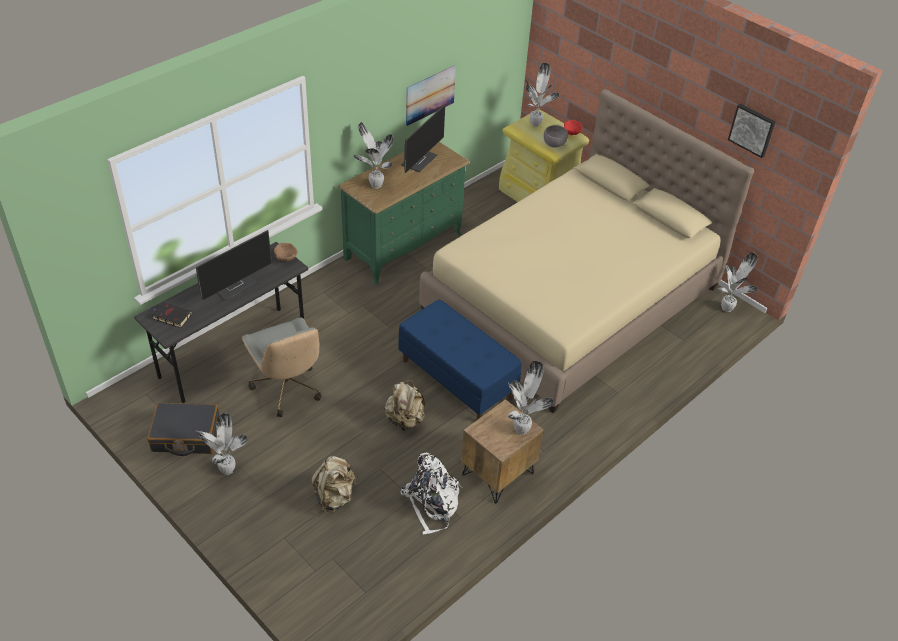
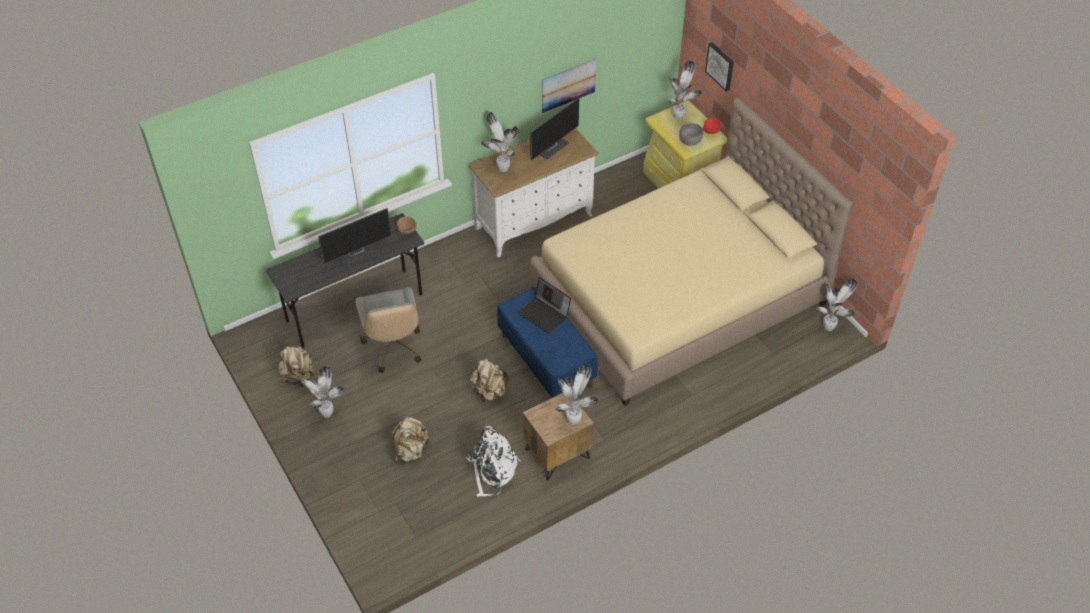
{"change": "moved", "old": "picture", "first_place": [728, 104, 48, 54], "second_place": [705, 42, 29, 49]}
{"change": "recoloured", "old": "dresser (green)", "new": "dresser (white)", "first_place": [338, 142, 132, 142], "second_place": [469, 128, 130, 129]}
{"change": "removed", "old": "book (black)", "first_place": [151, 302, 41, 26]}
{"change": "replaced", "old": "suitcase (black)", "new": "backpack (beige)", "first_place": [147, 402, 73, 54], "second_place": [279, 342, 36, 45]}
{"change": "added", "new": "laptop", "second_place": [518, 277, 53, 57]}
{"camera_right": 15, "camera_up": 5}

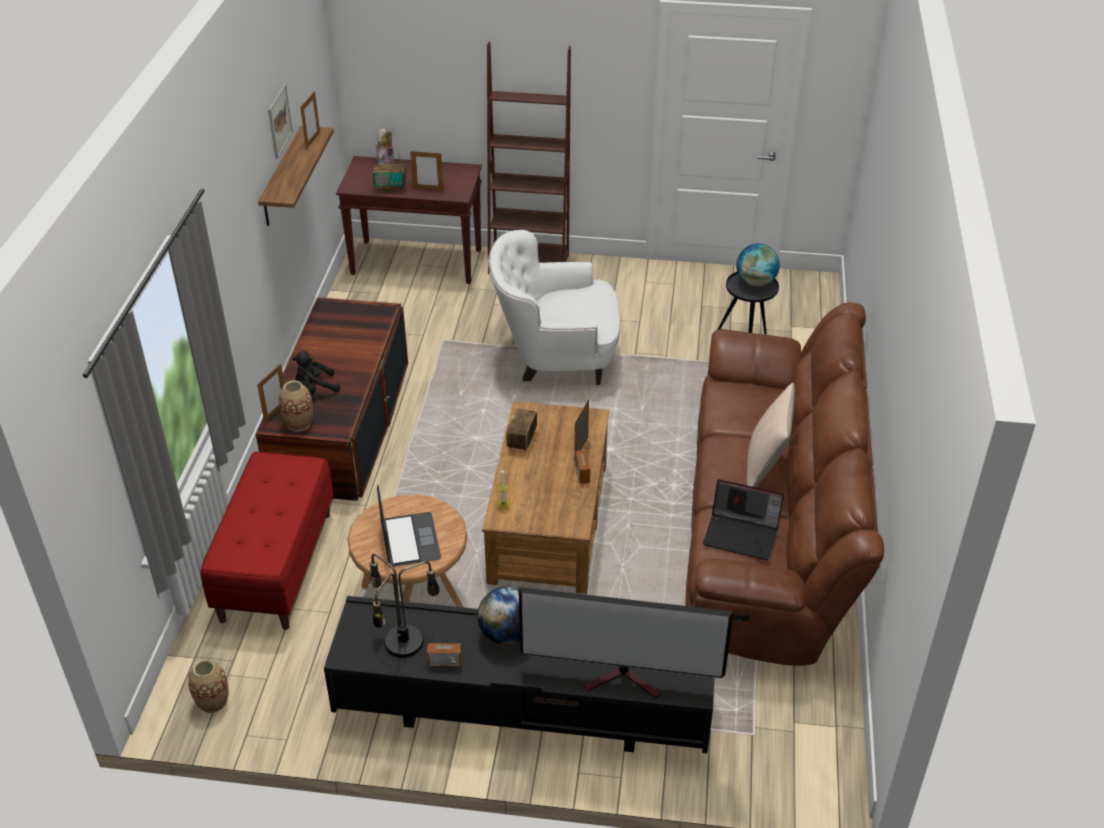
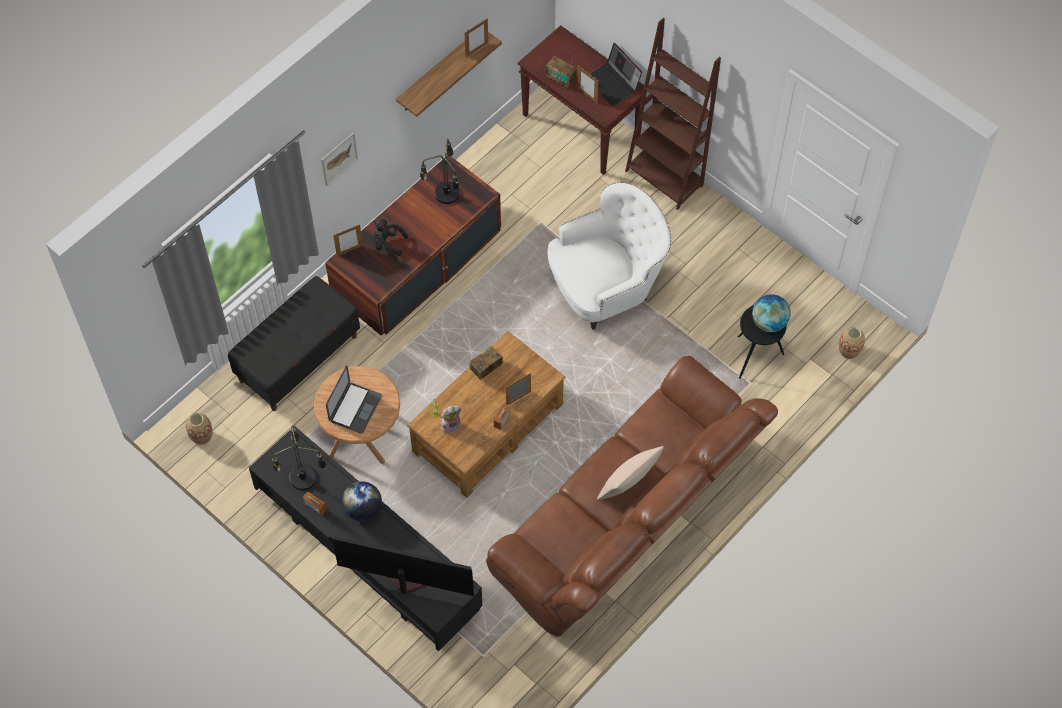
{"change": "moved", "old": "picture", "first_place": [268, 84, 25, 75], "second_place": [321, 133, 37, 53]}
{"change": "moved", "old": "plush toy", "first_place": [376, 127, 19, 37], "second_place": [441, 406, 21, 27]}
{"change": "turned", "old": "armchair (white)", "first_place": [488, 230, 132, 155], "second_place": [547, 182, 125, 148], "degrees": 120}
{"change": "moved", "old": "vase", "first_place": [279, 380, 34, 51], "second_place": [839, 327, 26, 32]}
{"change": "recoloured", "old": "bench (red)", "new": "bench (black)", "first_place": [200, 452, 133, 178], "second_place": [228, 276, 132, 135]}
{"change": "moved", "old": "laptop", "first_place": [703, 479, 81, 81], "second_place": [590, 43, 52, 63]}
{"change": "turned", "old": "television", "first_place": [519, 587, 215, 112], "second_place": [332, 536, 142, 60], "degrees": 150}
{"change": "added", "new": "table lamp", "second_place": [420, 139, 39, 65]}
{"camera_right": 35, "camera_up": 20}

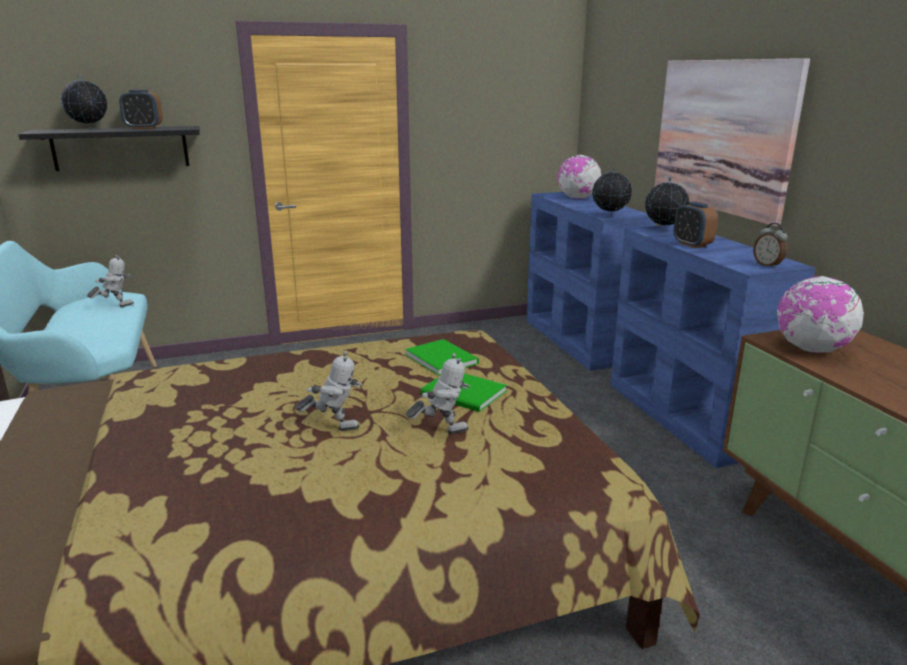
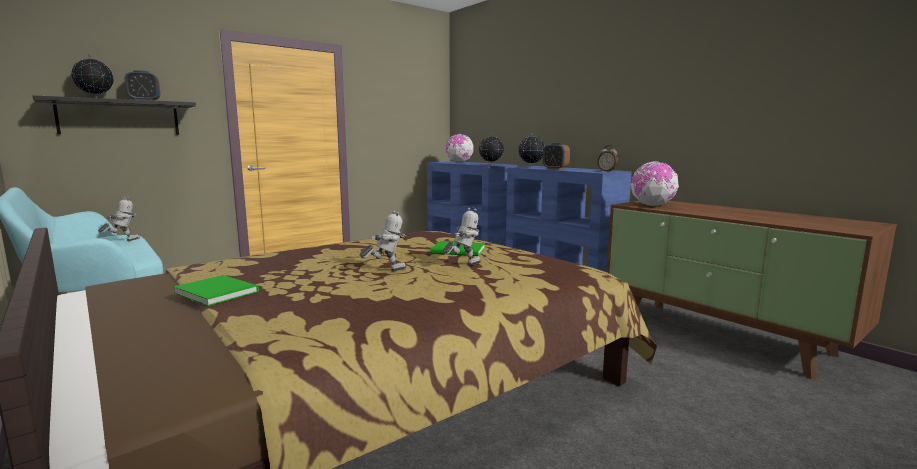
{"change": "removed", "old": "picture", "first_place": [654, 58, 156, 168]}
{"change": "moved", "old": "book (green)", "first_place": [405, 339, 74, 36], "second_place": [173, 275, 86, 31]}
{"camera_right": -20, "camera_up": -10}

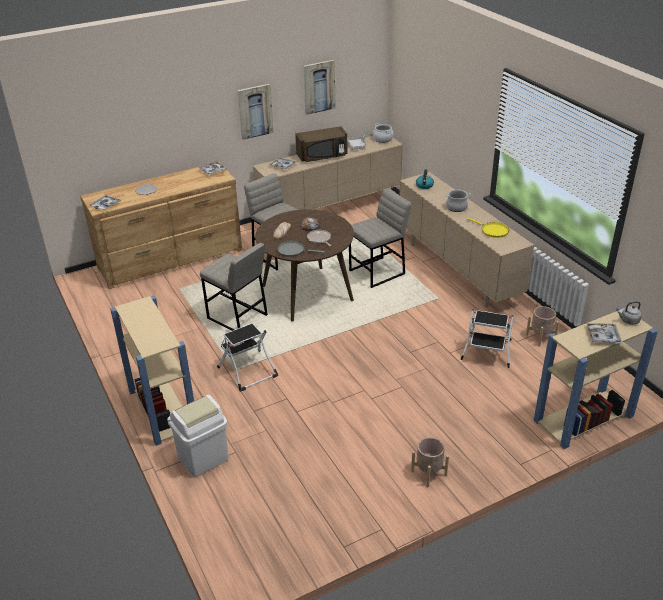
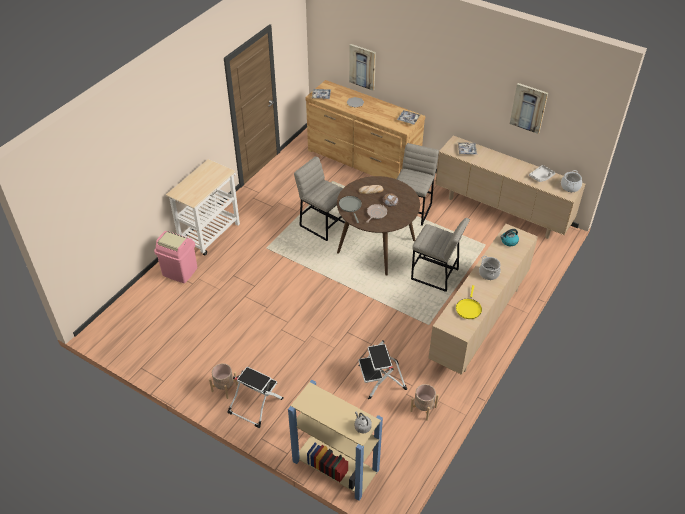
{"change": "moved", "old": "picture", "first_place": [237, 84, 36, 56], "second_place": [349, 44, 27, 47]}
{"change": "removed", "old": "microwave (brown)", "first_place": [295, 126, 53, 36]}
{"change": "turned", "old": "chair (grey)", "first_place": [200, 243, 68, 88], "second_place": [294, 156, 51, 85], "degrees": 120}
{"change": "replaced", "old": "bookcase (beige)", "new": "cart (white)", "first_place": [110, 295, 84, 151], "second_place": [166, 159, 74, 97]}
{"change": "moved", "old": "step ladder", "first_place": [217, 323, 62, 69], "second_place": [227, 367, 57, 61]}
{"change": "removed", "old": "tray", "first_place": [586, 323, 37, 20]}
{"change": "recoloured", "old": "trash can (white)", "new": "trash can (pink)", "first_place": [167, 395, 62, 82], "second_place": [154, 231, 43, 52]}
{"camera_right": 60, "camera_up": 10}

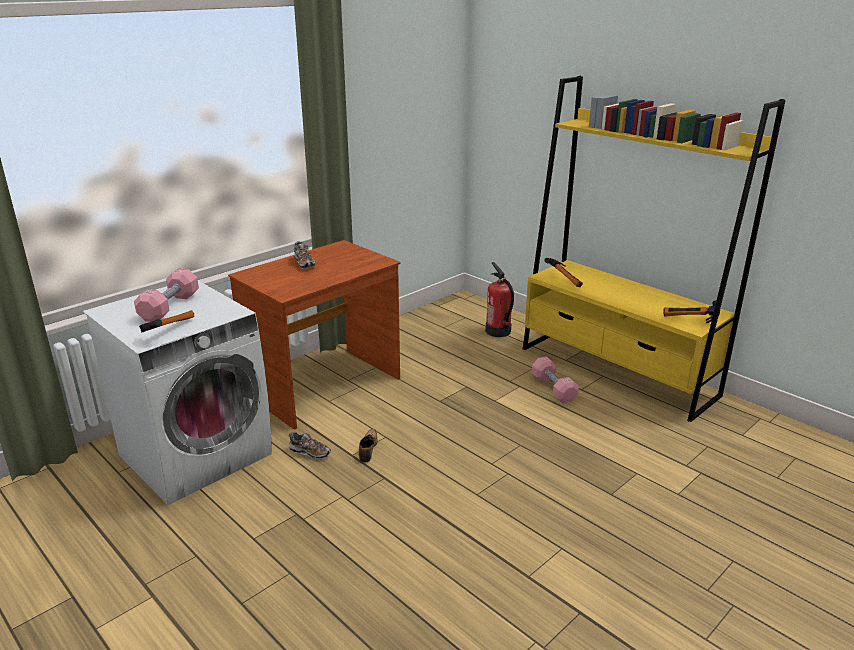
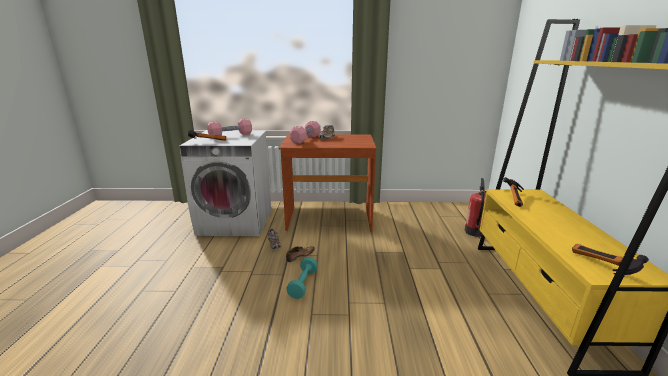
{"change": "moved", "old": "dumbbell (pink)", "first_place": [532, 356, 47, 47], "second_place": [289, 121, 32, 22]}
{"change": "added", "new": "dumbbell (turquoise)", "second_place": [286, 257, 32, 42]}
{"camera_right": 45, "camera_up": -5}

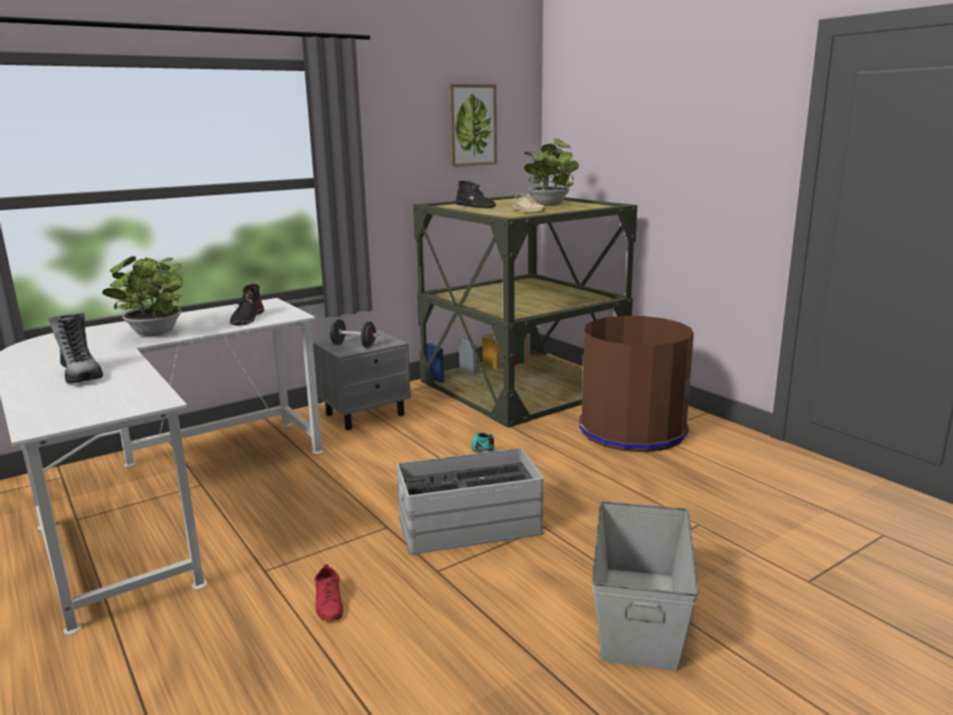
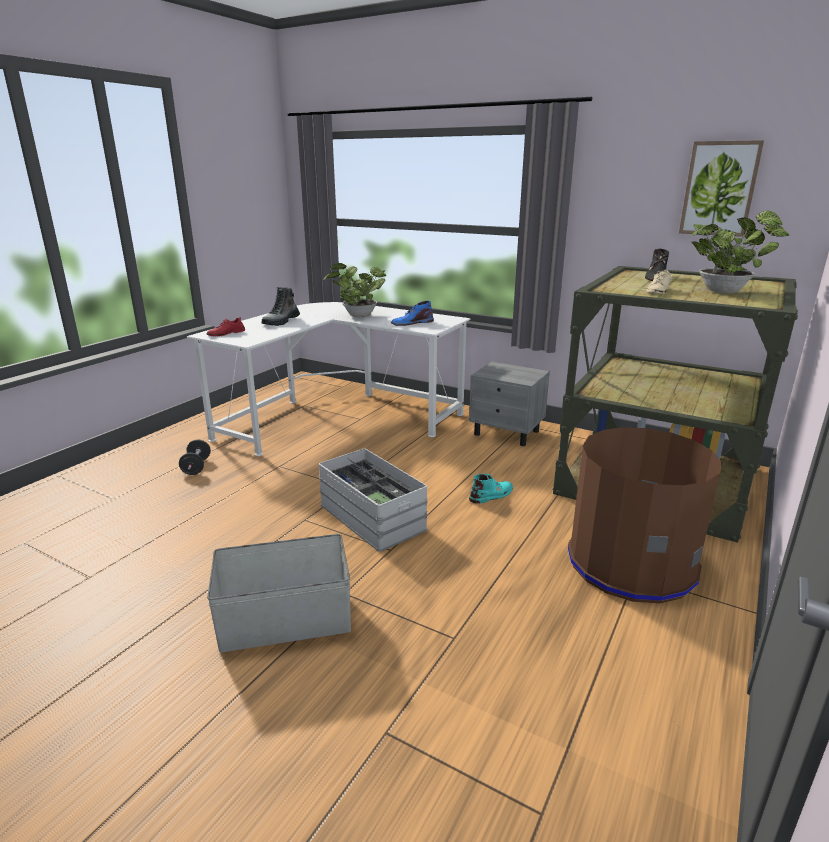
{"change": "recoloured", "old": "boot (black)", "new": "boot (blue)", "first_place": [230, 284, 34, 42], "second_place": [391, 301, 43, 25]}
{"change": "moved", "old": "dumbbell (black)", "first_place": [328, 319, 50, 28], "second_place": [179, 439, 32, 36]}
{"change": "moved", "old": "shoe (red)", "first_place": [315, 564, 28, 57], "second_place": [207, 317, 38, 19]}
{"camera_right": 65, "camera_up": 5}

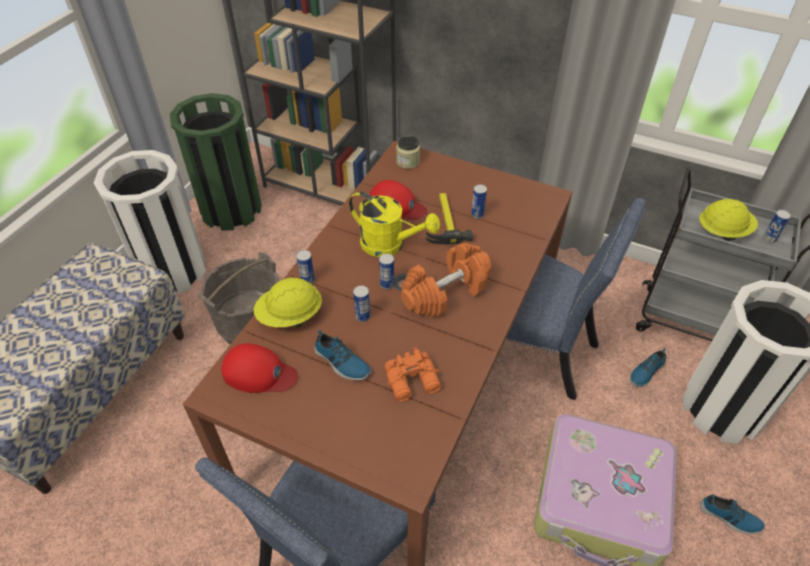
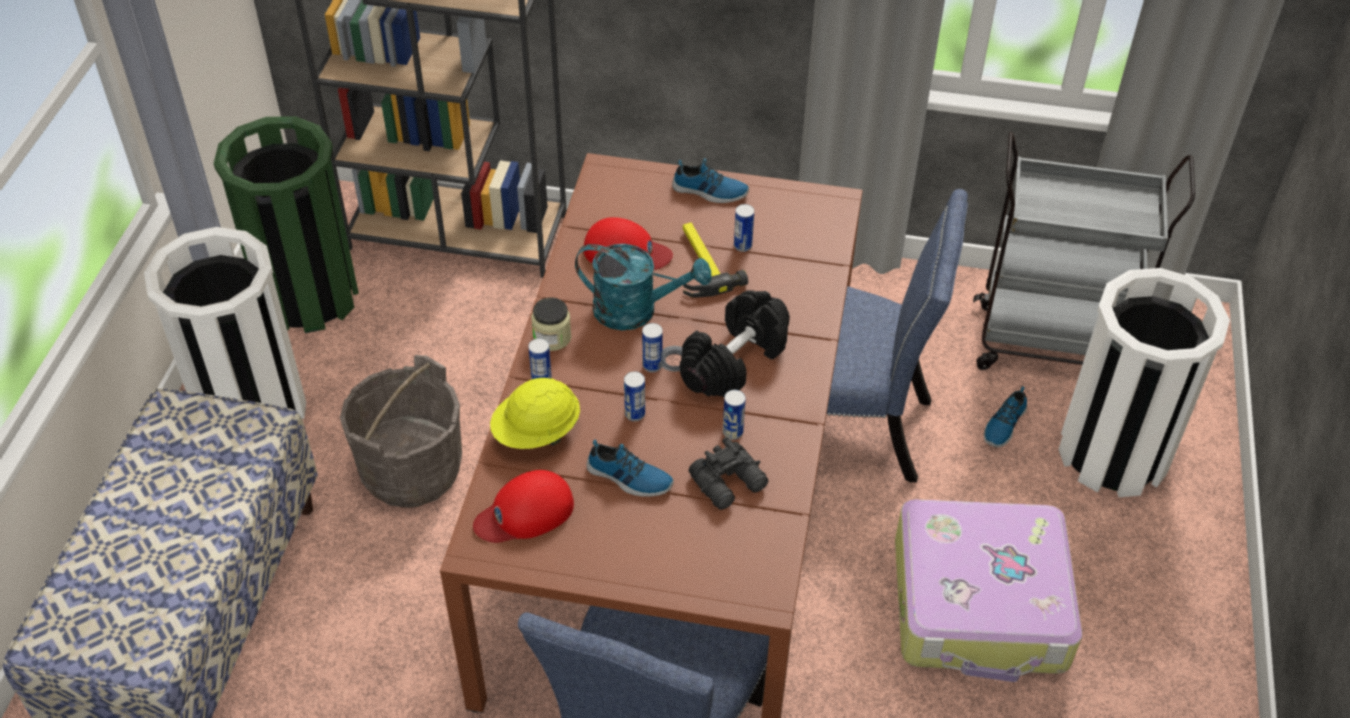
{"change": "moved", "old": "jar", "first_place": [396, 135, 24, 34], "second_place": [531, 297, 40, 54]}
{"change": "recoloured", "old": "watering can (yellow)", "new": "watering can (turquoise)", "first_place": [349, 191, 91, 66], "second_place": [575, 244, 136, 87]}
{"change": "removed", "old": "hard hat (yellow)", "first_place": [699, 199, 59, 42]}
{"change": "moved", "old": "can", "first_place": [763, 210, 28, 33], "second_place": [723, 390, 23, 50]}
{"change": "recoloured", "old": "dumbbell (orange)", "new": "dumbbell (black)", "first_place": [401, 243, 91, 74], "second_place": [680, 290, 110, 107]}
{"change": "turned", "old": "cap (red)", "first_place": [222, 343, 76, 50], "second_place": [473, 470, 101, 73], "degrees": 150}
{"change": "recoloured", "old": "binoculars (orange)", "new": "binoculars (black)", "first_place": [385, 347, 56, 55], "second_place": [689, 437, 79, 73]}
{"change": "moved", "old": "shoe", "first_place": [700, 494, 65, 40], "second_place": [672, 159, 77, 44]}
{"camera_right": -15, "camera_up": 0}

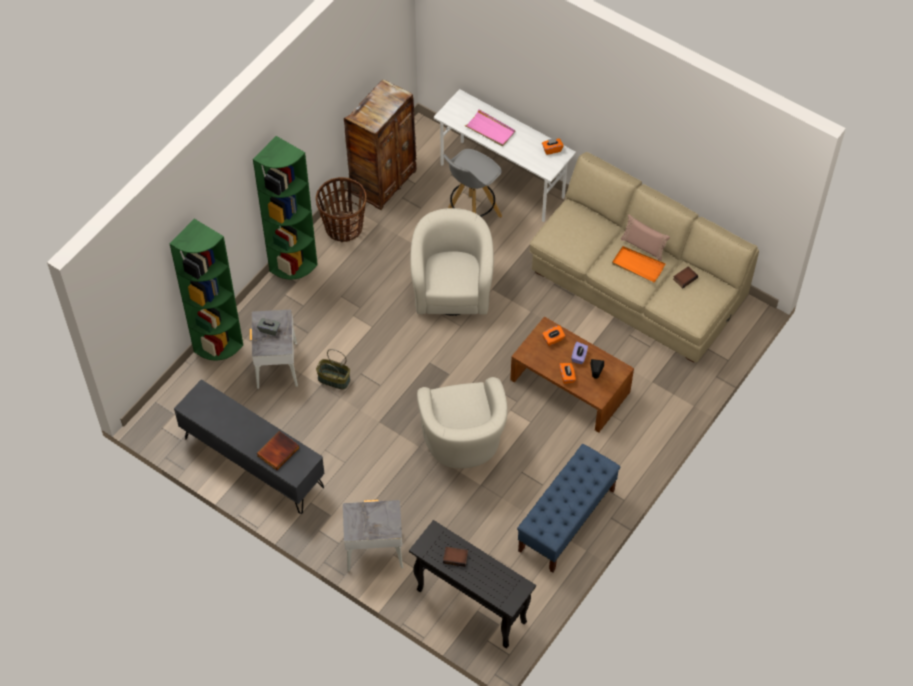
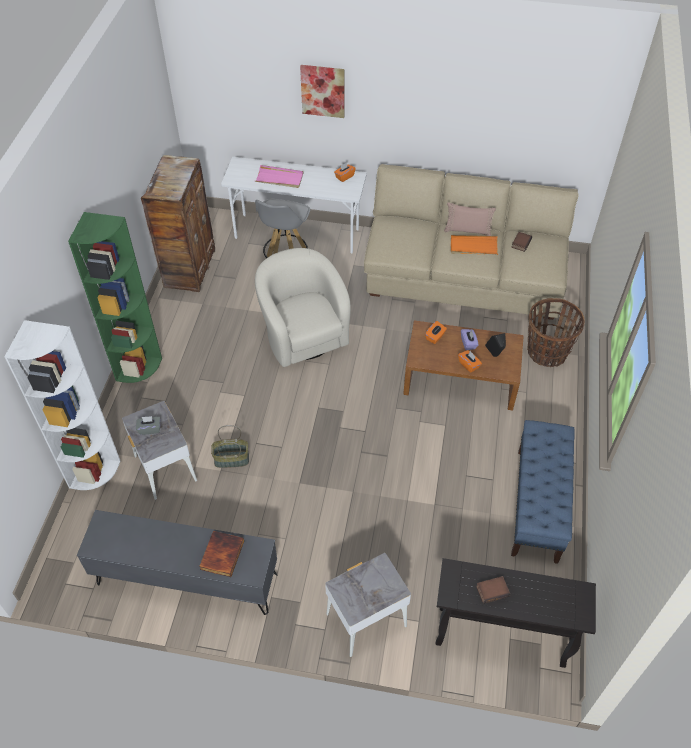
{"change": "moved", "old": "basket", "first_place": [316, 177, 51, 65], "second_place": [527, 298, 58, 69]}
{"change": "recoloured", "old": "bookcase (green)", "new": "bookcase (white)", "first_place": [170, 219, 73, 141], "second_place": [4, 320, 116, 170]}
{"change": "removed", "old": "armchair (beige)", "first_place": [417, 377, 91, 91]}
{"change": "added", "new": "picture", "second_place": [300, 65, 45, 53]}
{"camera_right": -25, "camera_up": -5}

